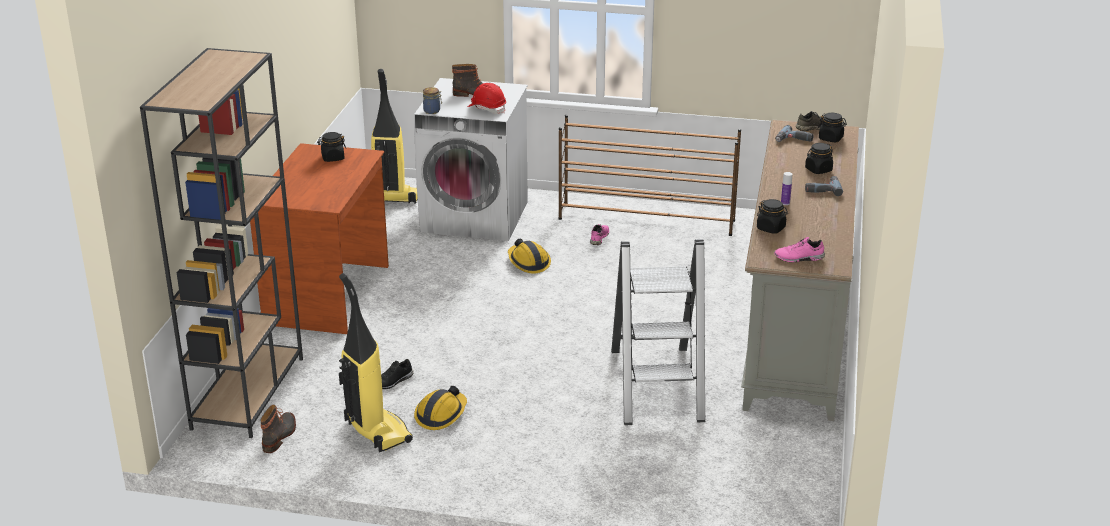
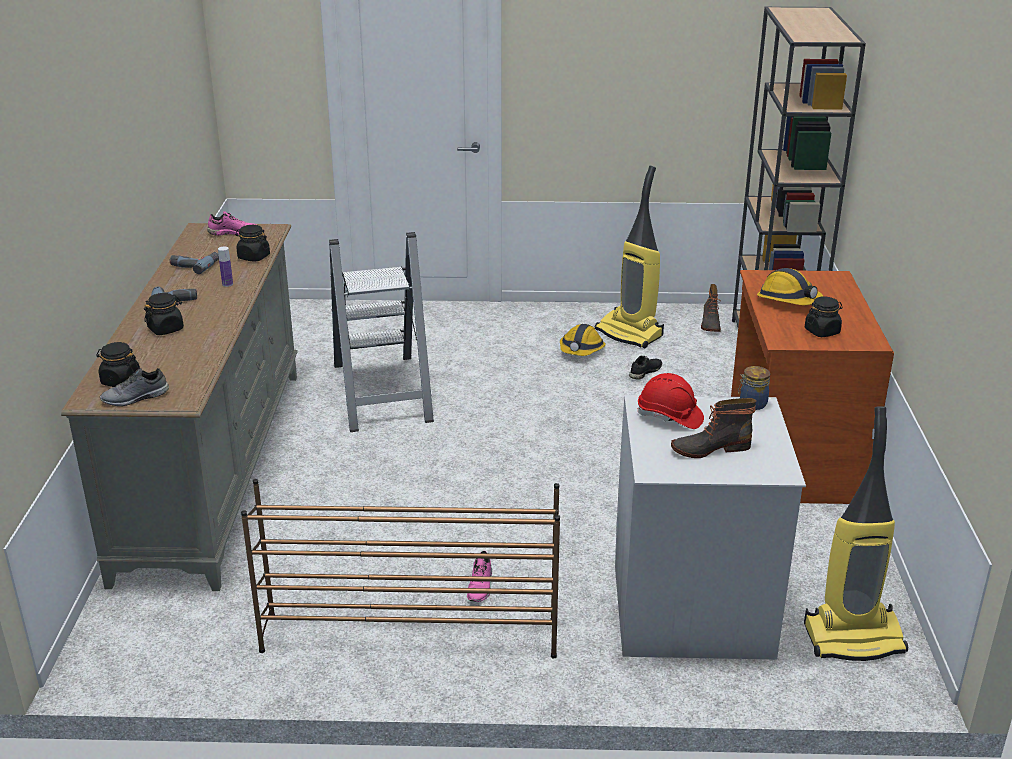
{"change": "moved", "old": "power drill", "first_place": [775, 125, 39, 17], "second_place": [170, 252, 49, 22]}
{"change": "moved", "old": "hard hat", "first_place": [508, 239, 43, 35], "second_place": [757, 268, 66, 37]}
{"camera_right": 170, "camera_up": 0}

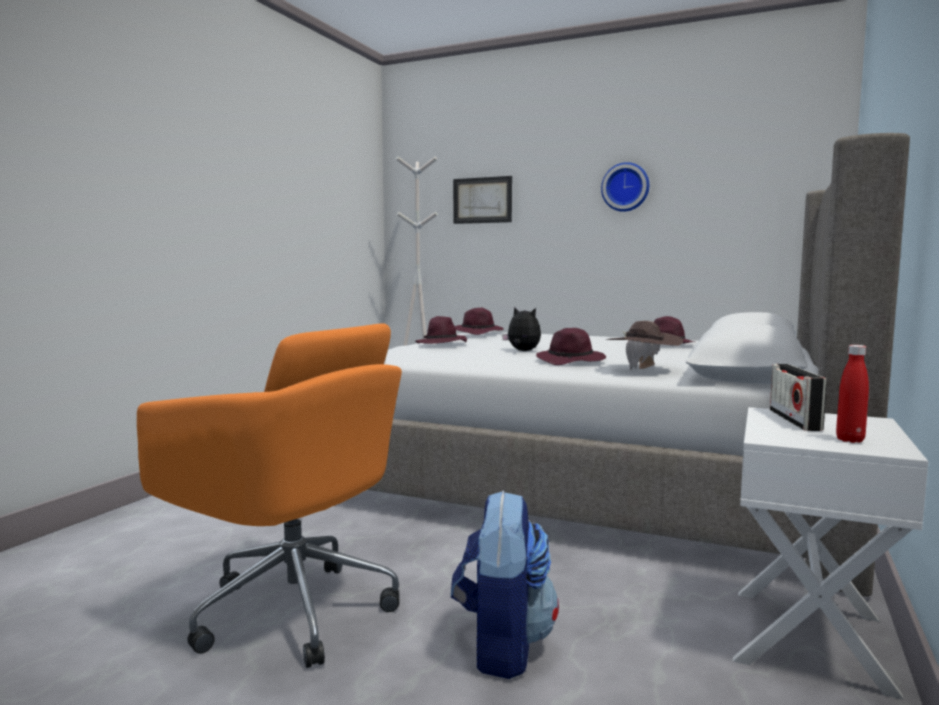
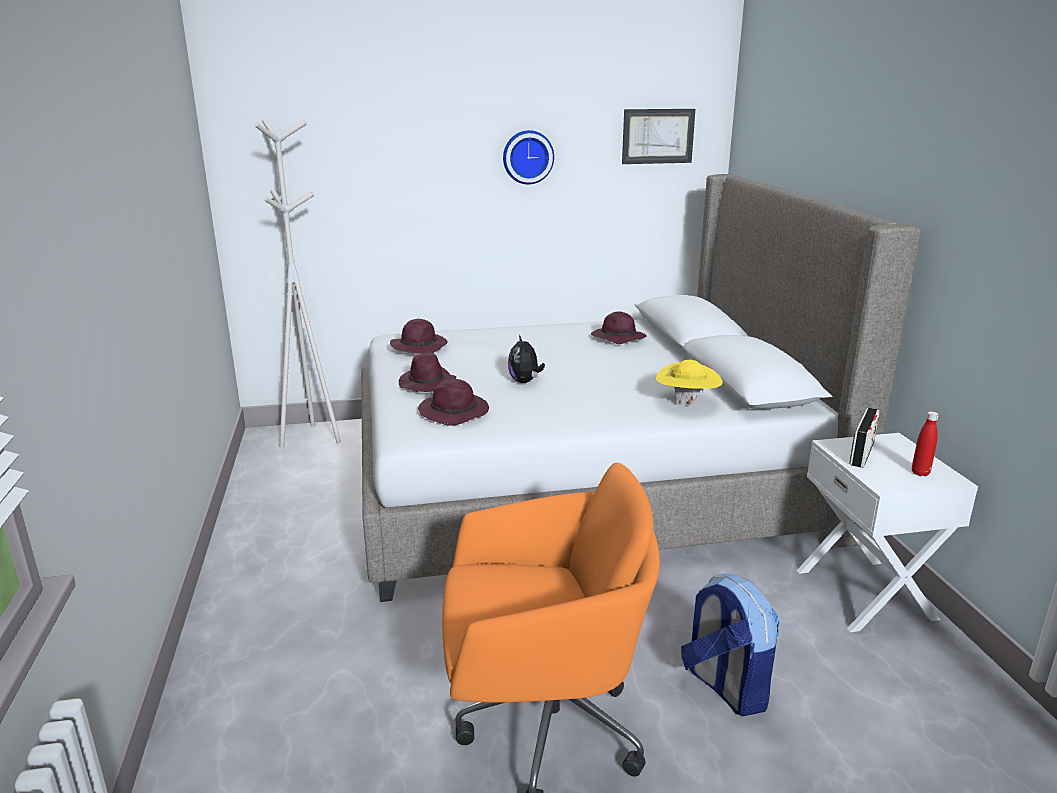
{"change": "moved", "old": "picture", "first_place": [453, 176, 59, 48], "second_place": [622, 109, 73, 55]}
{"change": "turned", "old": "plush toy", "first_place": [502, 307, 39, 44], "second_place": [508, 335, 37, 48], "degrees": -105}
{"change": "recoloured", "old": "hat (brown)", "new": "hat (yellow)", "first_place": [606, 321, 78, 49], "second_place": [656, 360, 67, 45]}
{"change": "moved", "old": "hat (purple)", "first_place": [536, 328, 70, 37], "second_place": [418, 379, 71, 47]}
{"change": "turned", "old": "radio", "first_place": [770, 364, 57, 67], "second_place": [849, 408, 31, 60], "degrees": -120}
{"camera_right": -35, "camera_up": 15}

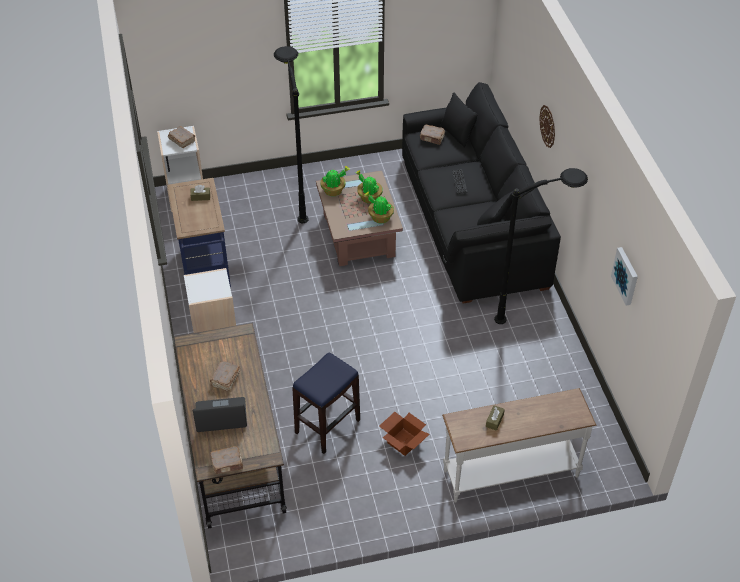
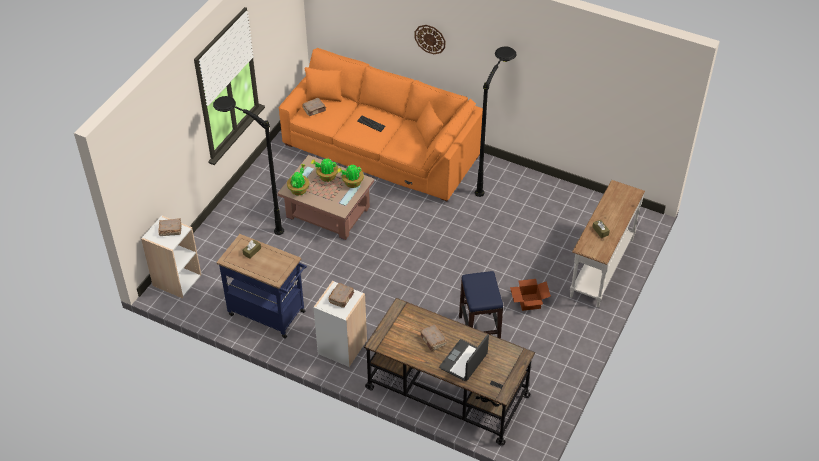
{"change": "recoloured", "old": "sofa (black)", "new": "sofa (orange)", "first_place": [402, 82, 159, 222], "second_place": [279, 48, 204, 153]}
{"change": "removed", "old": "picture", "first_place": [611, 247, 27, 58]}
{"change": "moved", "old": "book (brown)", "first_place": [210, 446, 33, 28], "second_place": [328, 283, 26, 25]}
{"camera_right": -50, "camera_up": 0}

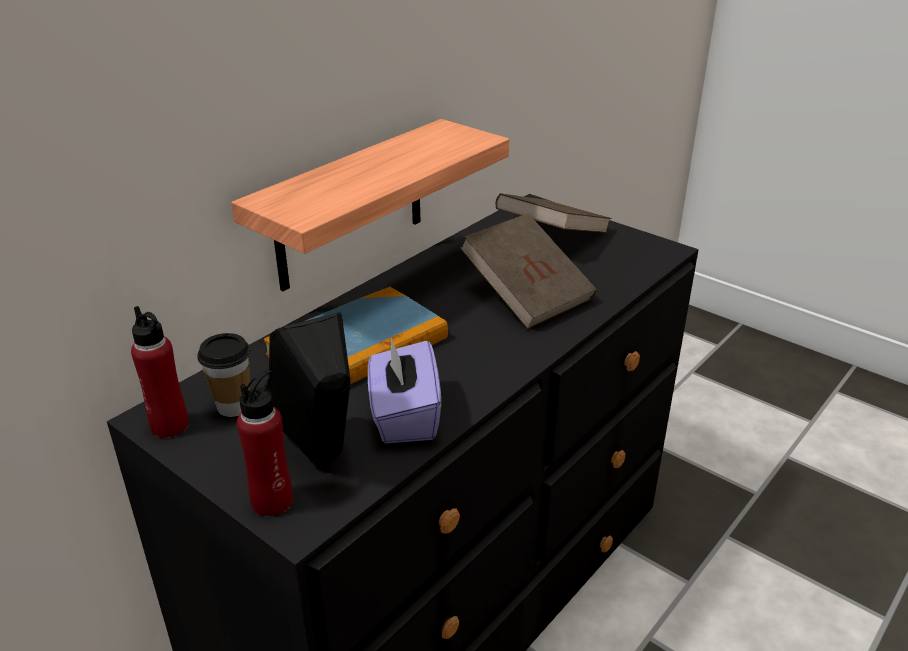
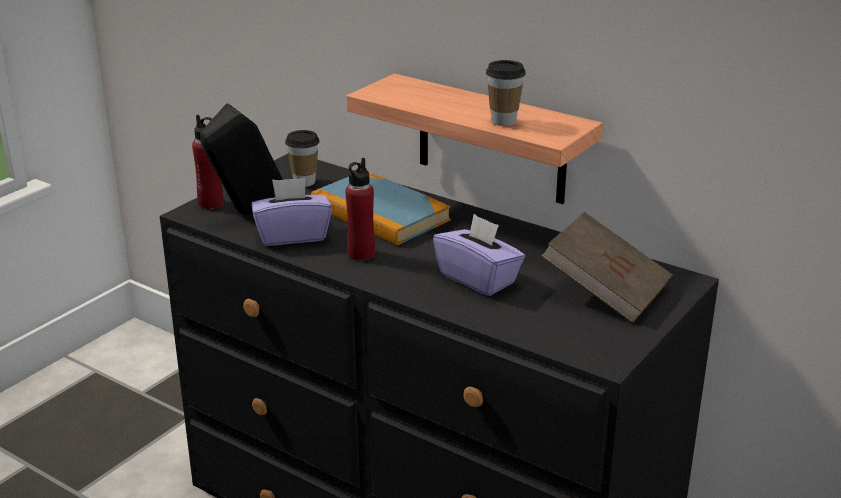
{"change": "replaced", "old": "book (brown)", "new": "tissue box (purple)", "first_place": [460, 213, 137, 116], "second_place": [433, 214, 92, 82]}
{"change": "moved", "old": "bottle (red)", "first_place": [131, 306, 58, 132], "second_place": [345, 158, 30, 103]}
{"change": "added", "new": "cup", "second_place": [486, 60, 40, 66]}
{"camera_right": 85, "camera_up": -5}

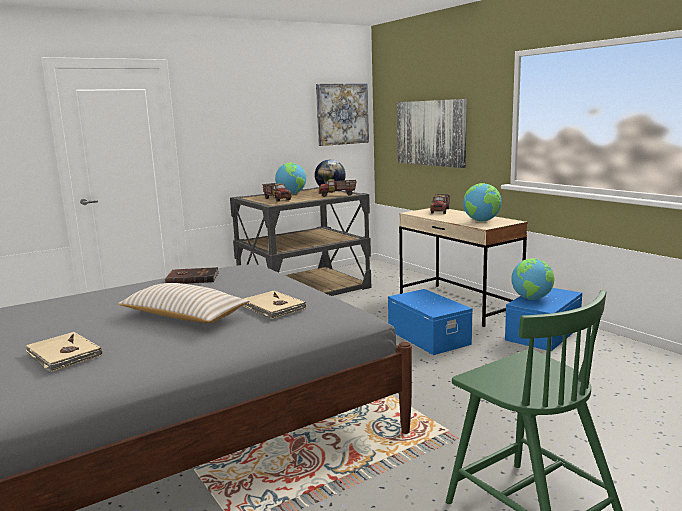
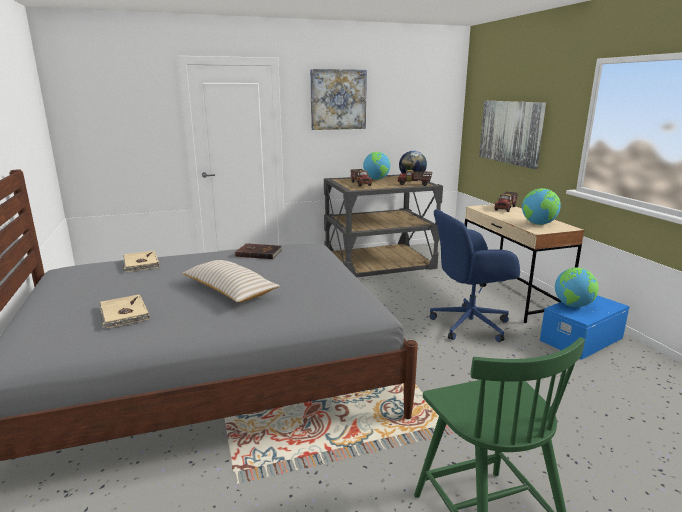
{"change": "moved", "old": "picture", "first_place": [316, 83, 53, 63], "second_place": [310, 69, 57, 61]}
{"change": "replaced", "old": "storage box (blue)", "new": "office chair (blue)", "first_place": [388, 289, 84, 66], "second_place": [429, 209, 91, 133]}
{"change": "moved", "old": "book (beige)", "first_place": [243, 290, 63, 29], "second_place": [123, 251, 36, 21]}
{"camera_right": 15, "camera_up": 5}

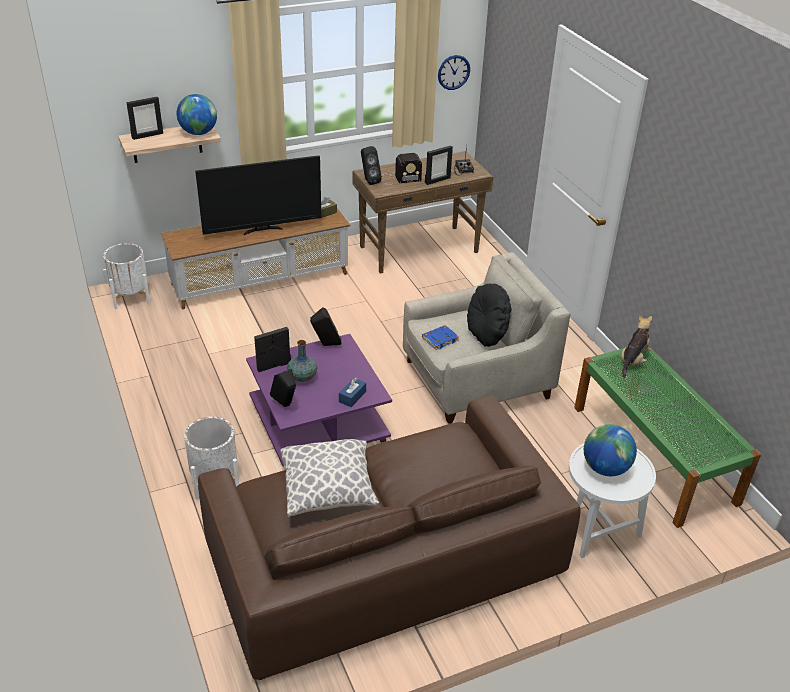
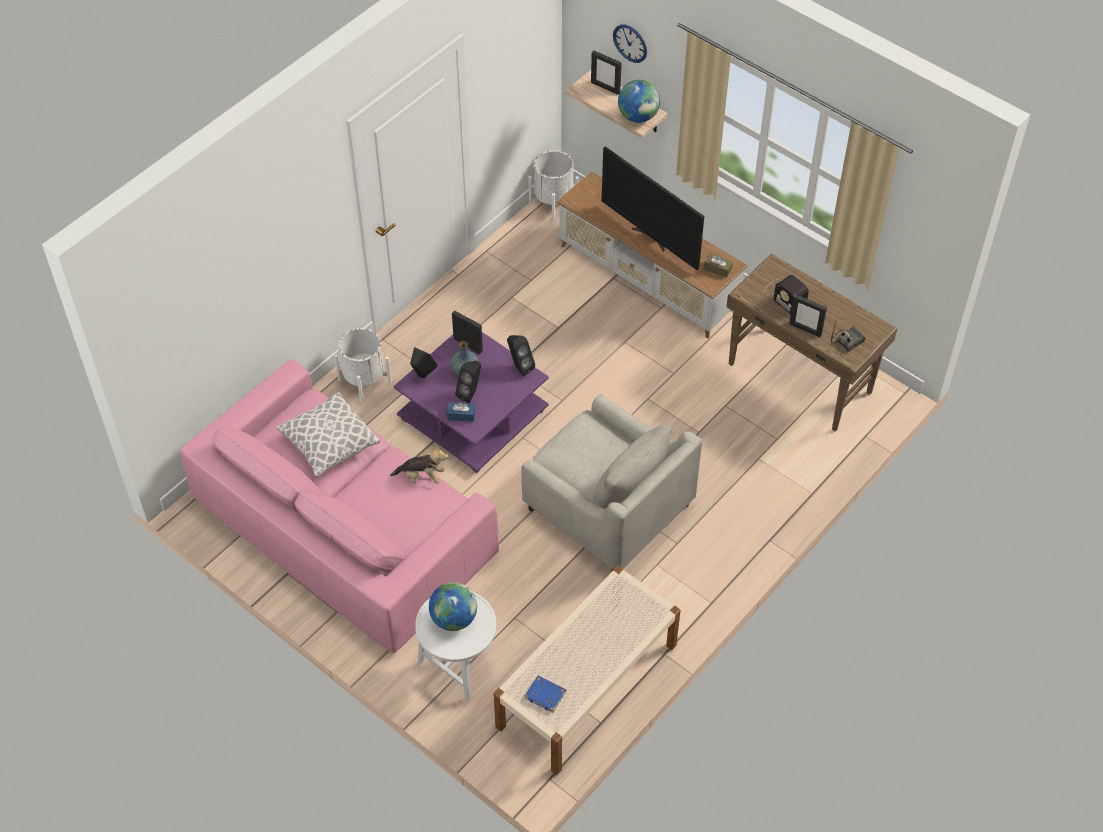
{"change": "moved", "old": "wall clock", "first_place": [438, 55, 32, 35], "second_place": [613, 24, 34, 39]}
{"change": "moved", "old": "speaker (black)", "first_place": [361, 146, 21, 39], "second_place": [455, 361, 26, 42]}
{"change": "removed", "old": "pillow (black)", "first_place": [467, 284, 44, 63]}
{"change": "moved", "old": "plush toy", "first_place": [621, 315, 31, 63], "second_place": [390, 445, 59, 39]}
{"change": "moved", "old": "book (blue)", "first_place": [422, 325, 37, 25], "second_place": [525, 675, 41, 38]}
{"change": "recoloured", "old": "bench (green)", "new": "bench (beige)", "first_place": [574, 345, 187, 183], "second_place": [493, 565, 188, 210]}
{"change": "recoloured", "old": "sofa (brown)", "new": "sofa (pink)", "first_place": [198, 395, 383, 285], "second_place": [180, 359, 319, 294]}
{"camera_right": 65, "camera_up": 15}

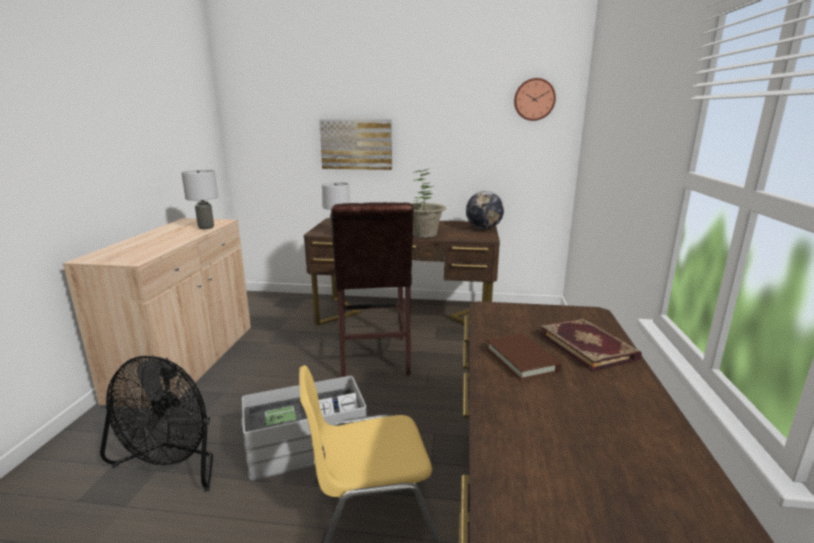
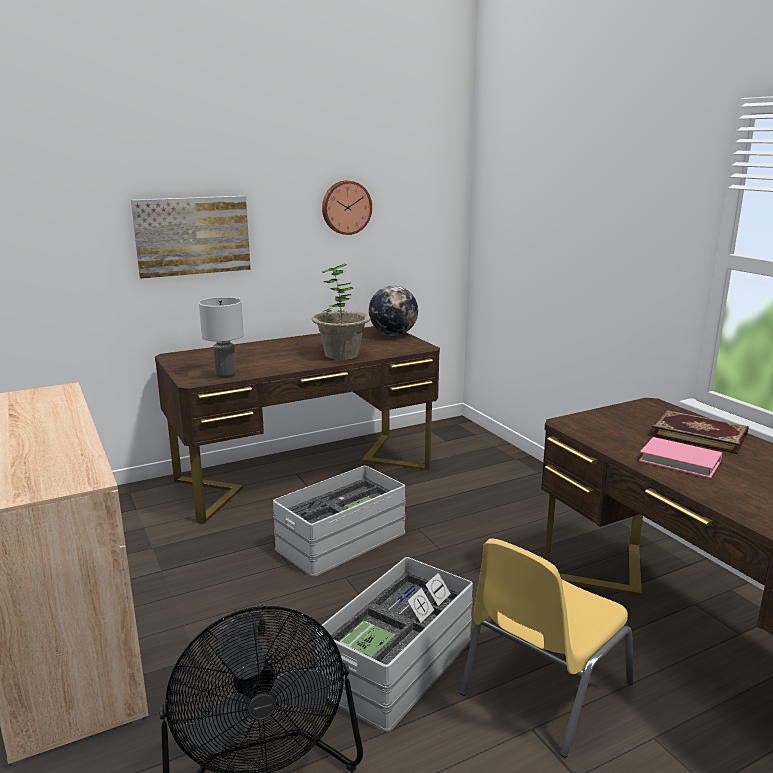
{"change": "moved", "old": "wall clock", "first_place": [514, 78, 42, 43], "second_place": [322, 181, 50, 54]}
{"change": "removed", "old": "table lamp (white)", "first_place": [181, 170, 37, 59]}
{"change": "replaced", "old": "stool (brown)", "new": "storage box (grey)", "first_place": [331, 202, 83, 175], "second_place": [273, 466, 133, 111]}
{"change": "recoloured", "old": "book (brown)", "new": "book (pink)", "first_place": [486, 333, 76, 48], "second_place": [639, 437, 83, 42]}
{"camera_right": -35, "camera_up": 0}

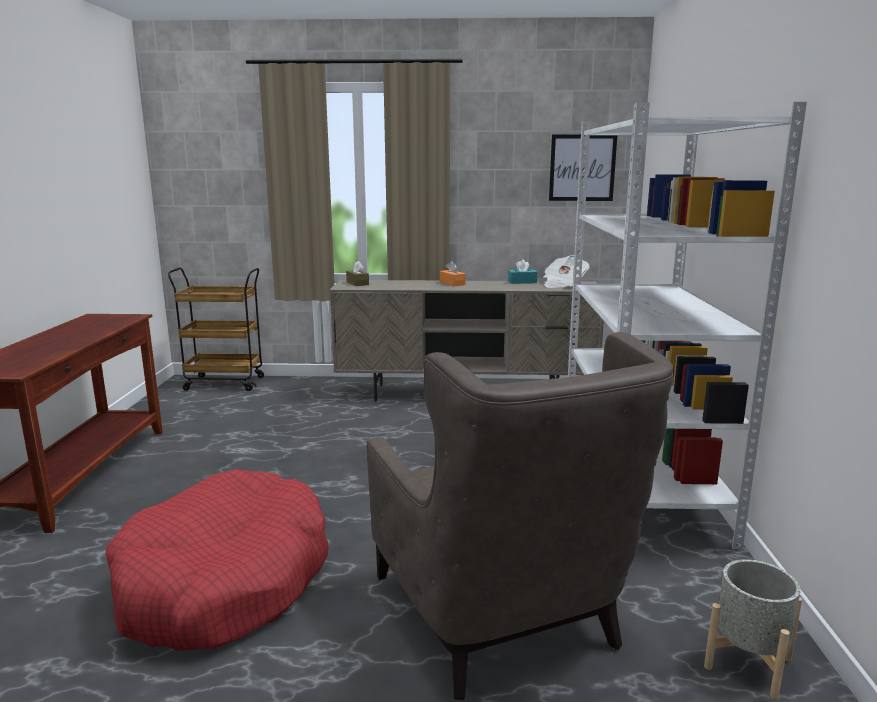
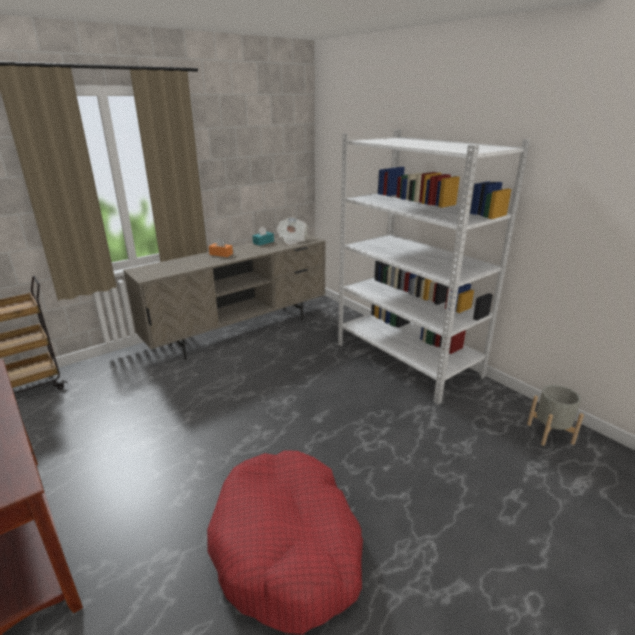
{"change": "removed", "old": "picture", "first_place": [549, 134, 68, 67]}
{"change": "removed", "old": "tissue box (brown)", "first_place": [346, 261, 23, 25]}
{"change": "removed", "old": "armchair (grey)", "first_place": [367, 332, 307, 368]}
{"camera_right": -40, "camera_up": 10}

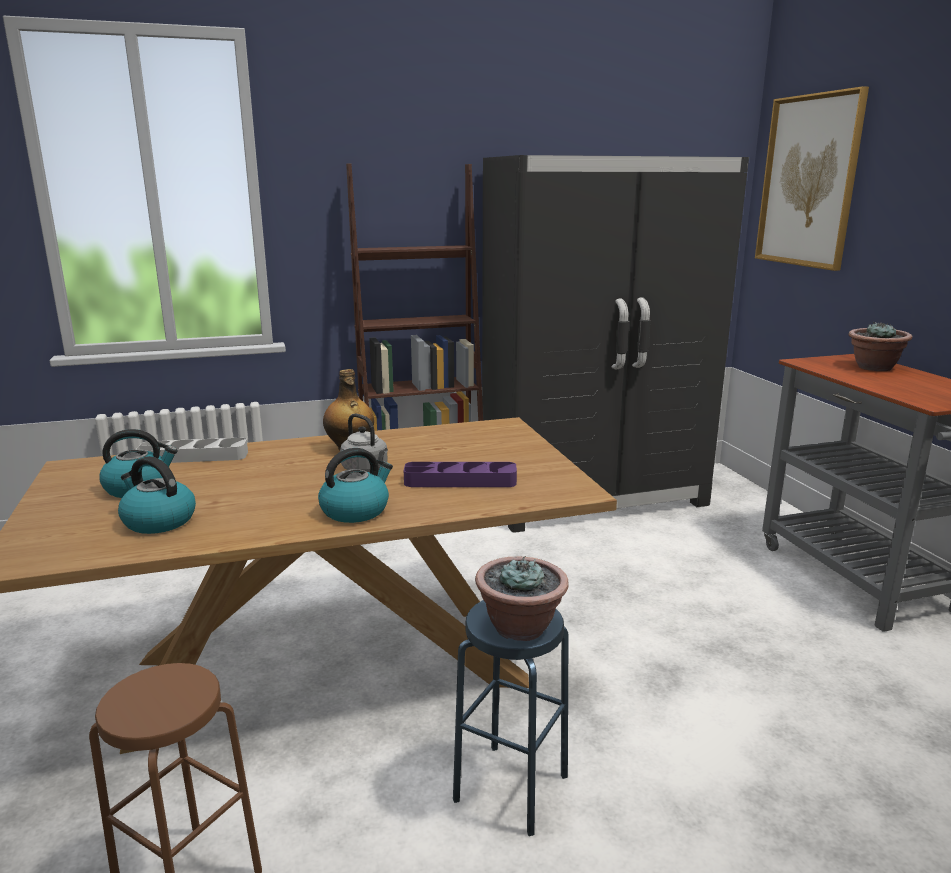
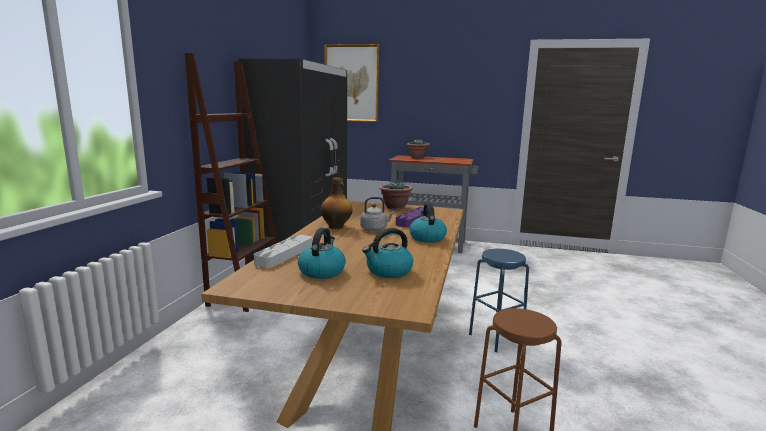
{"change": "moved", "old": "potted plant", "first_place": [475, 556, 94, 85], "second_place": [379, 180, 34, 29]}
{"camera_right": -60, "camera_up": -5}

